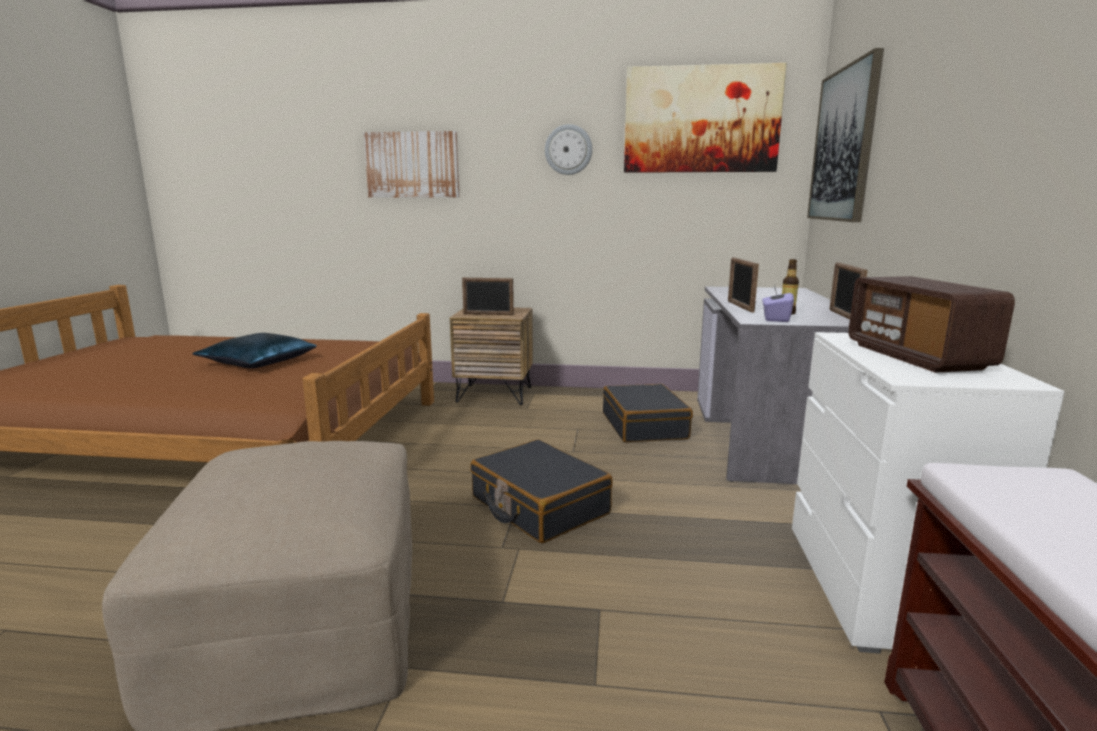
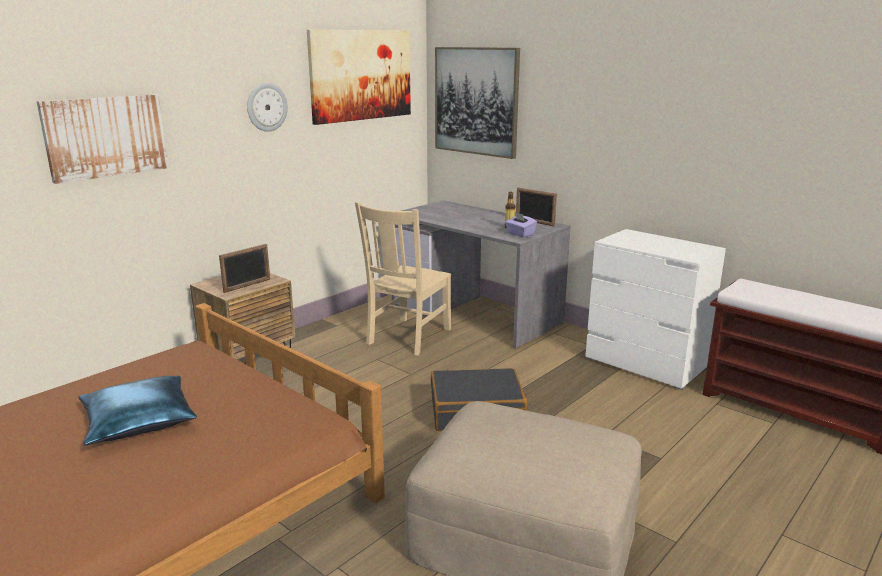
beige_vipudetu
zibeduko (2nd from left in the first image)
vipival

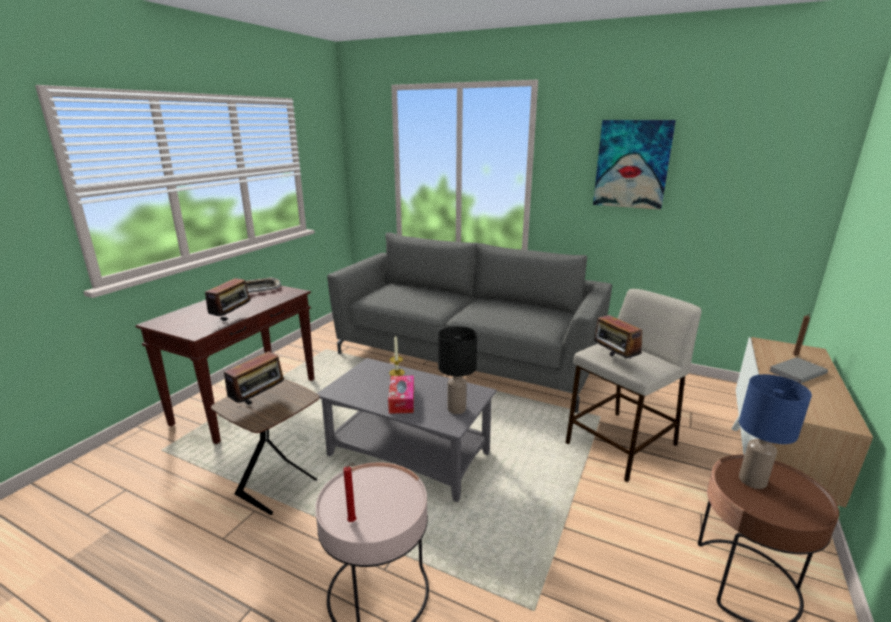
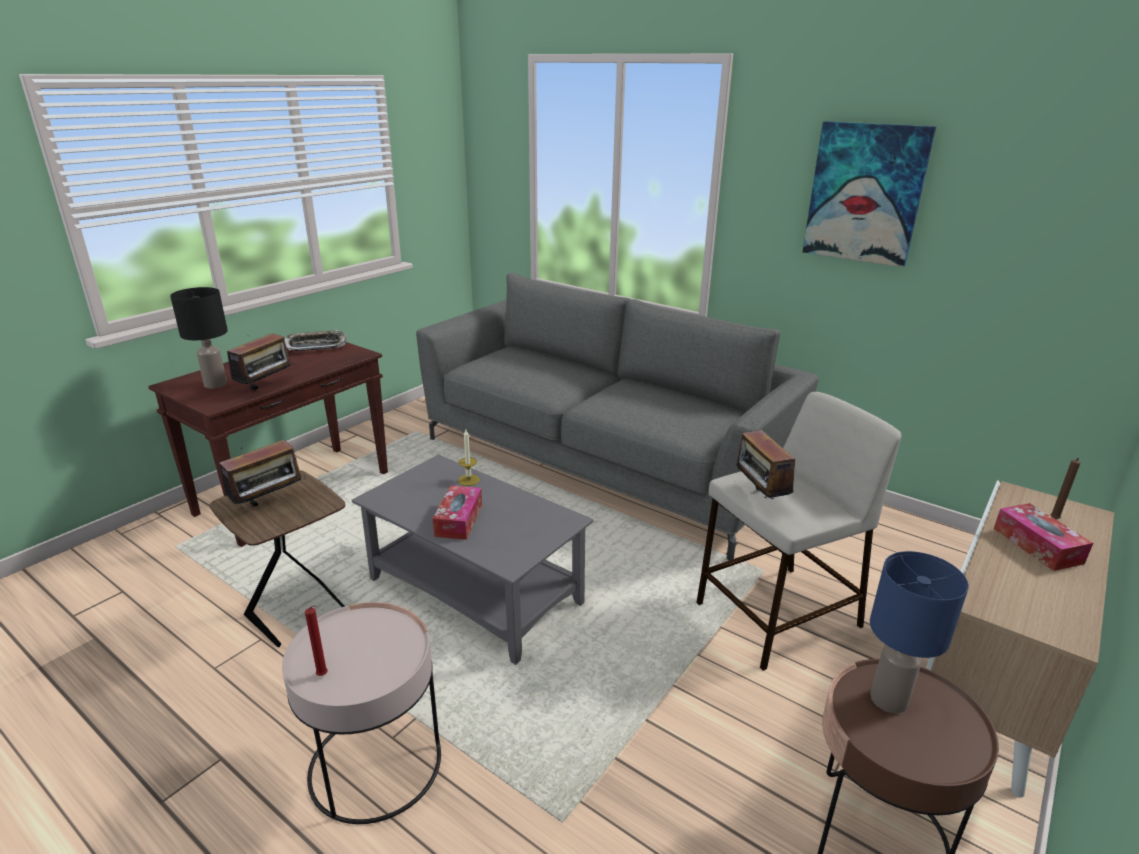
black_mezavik
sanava (2nd from left)

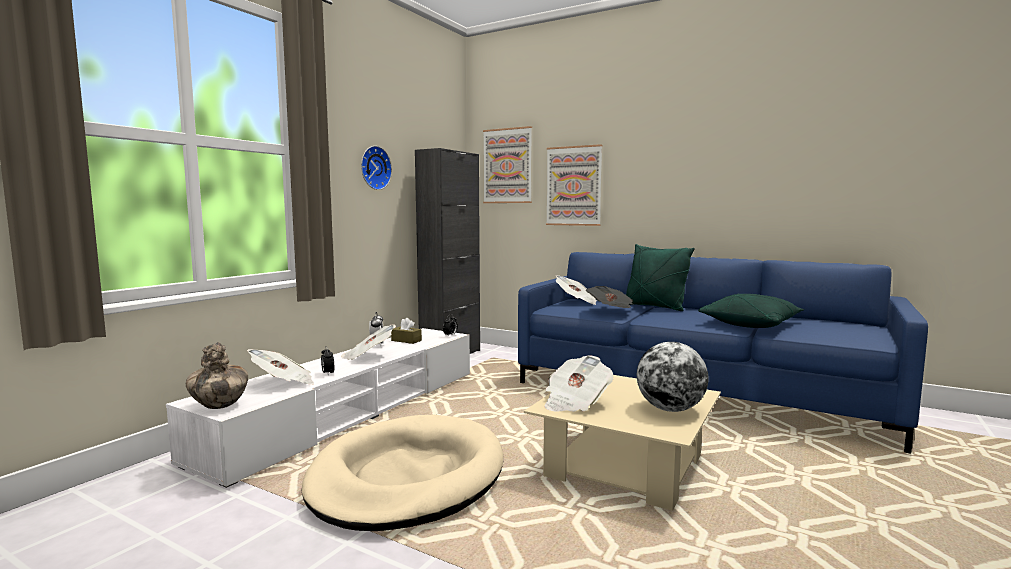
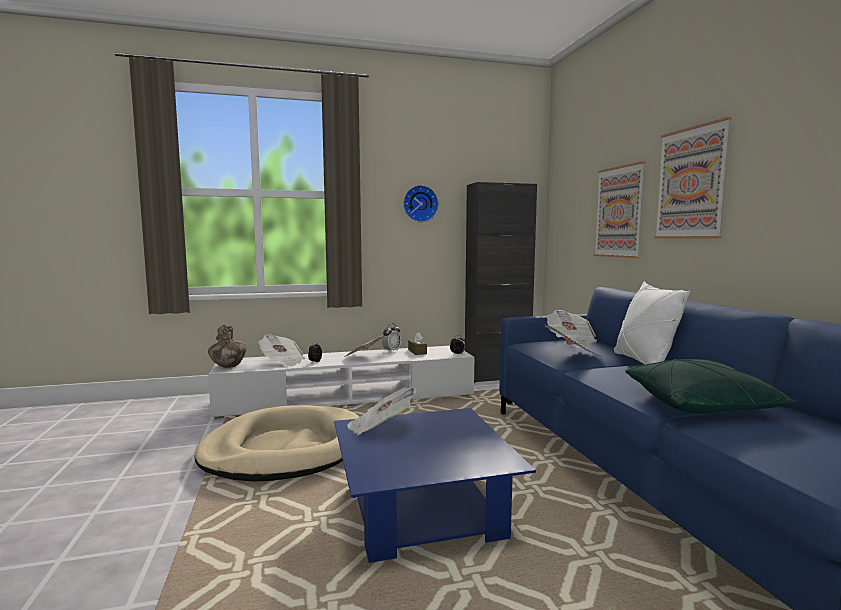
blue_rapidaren
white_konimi
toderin (2nd from left)
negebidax

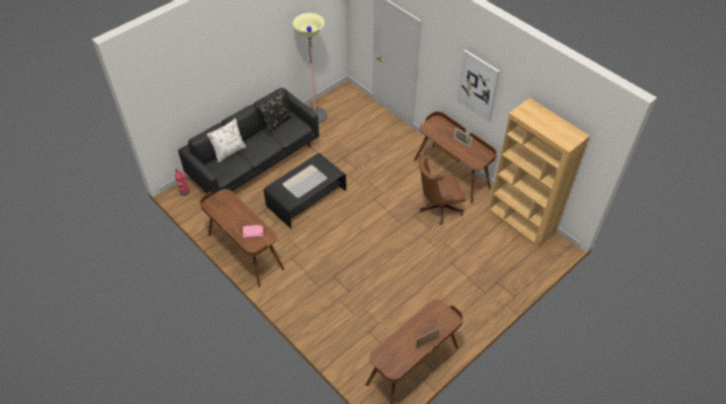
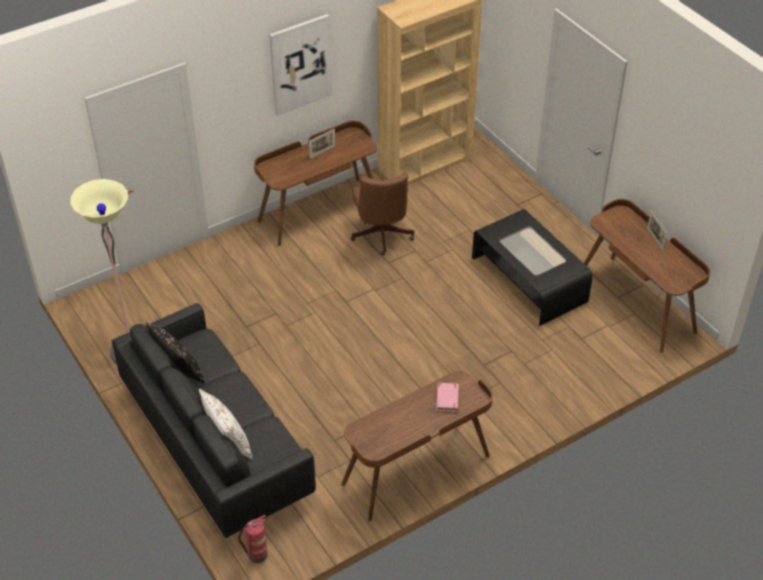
black_rapidaren

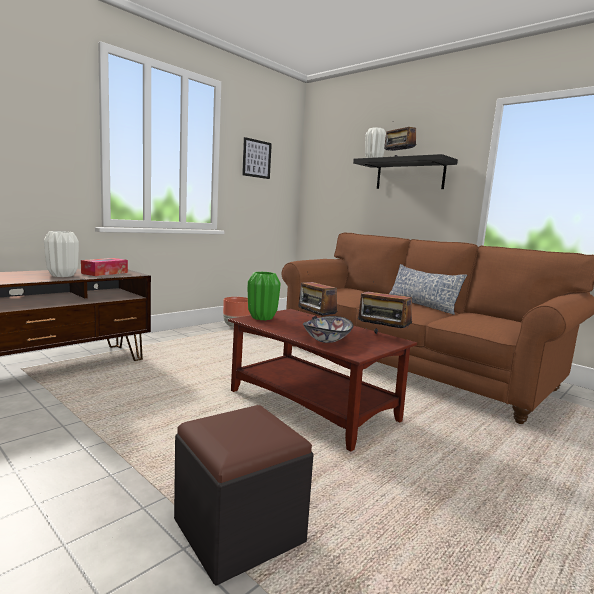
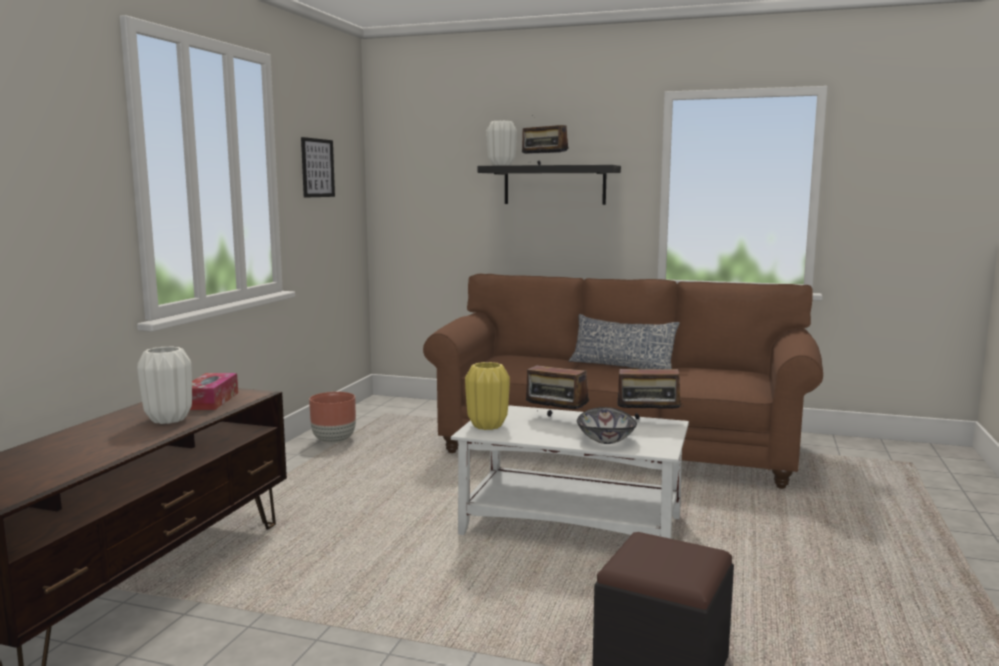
white_rapidaren
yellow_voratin

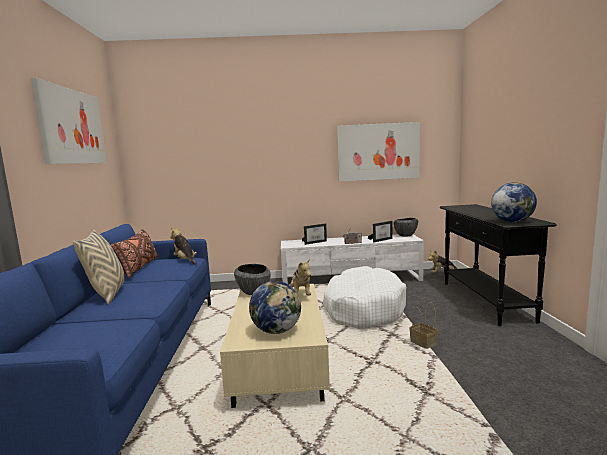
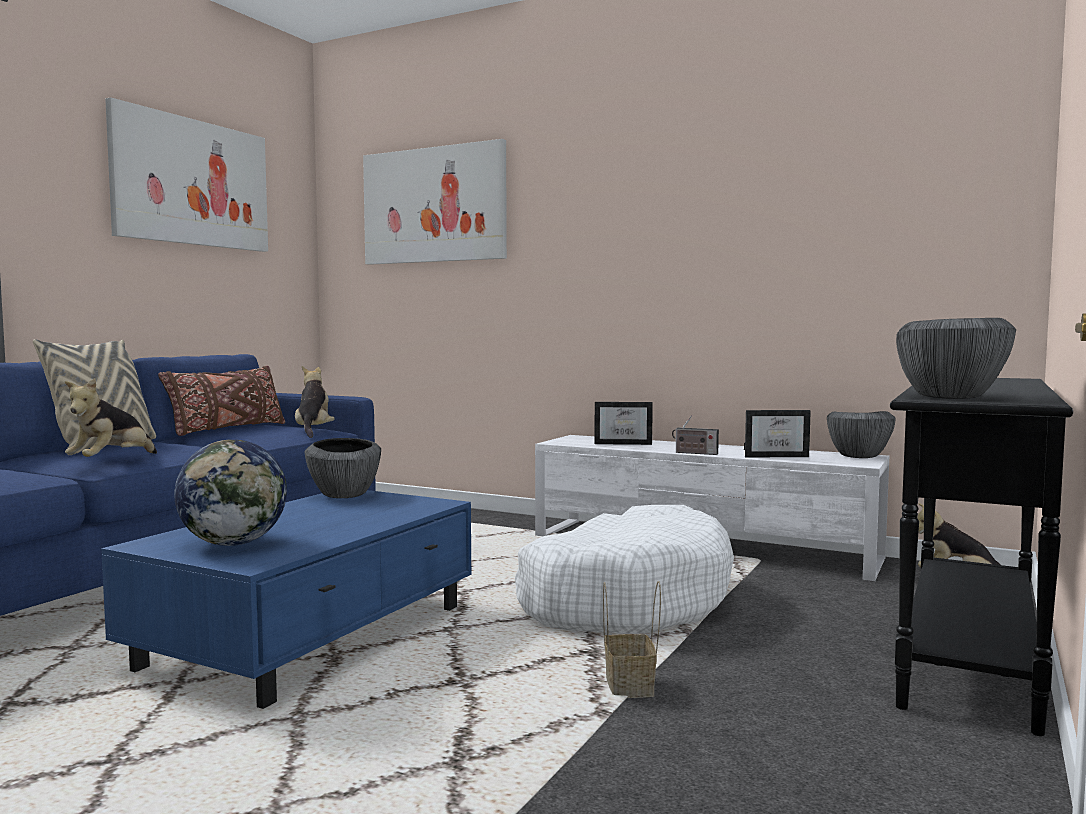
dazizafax (1st from left)
blue_rapidaren
toderin (2nd from left)
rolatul (3rd from left)

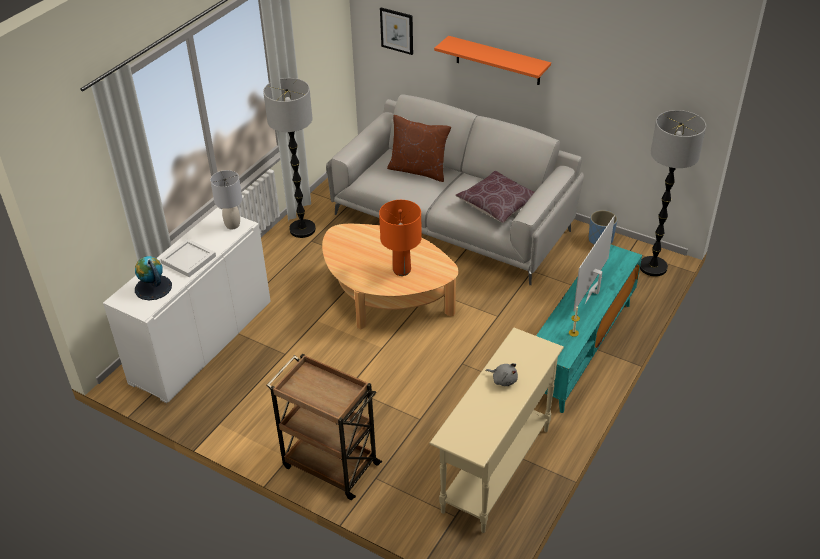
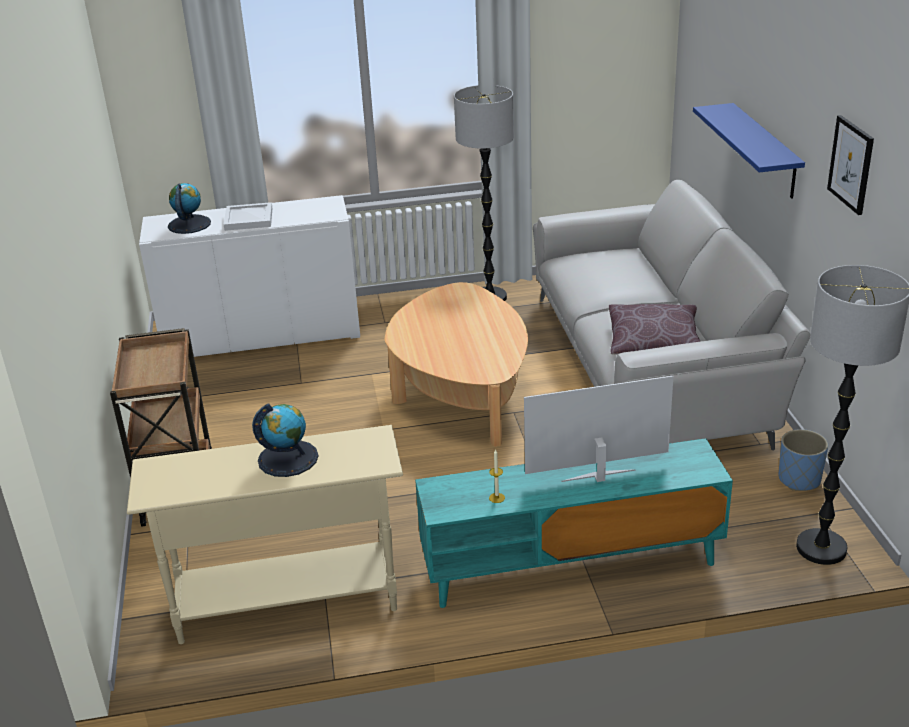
negebidax (2nd from left)
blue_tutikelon
toderin
grey_mezavik
orange_mezavik
brown_konimi (1st from left in the first image)

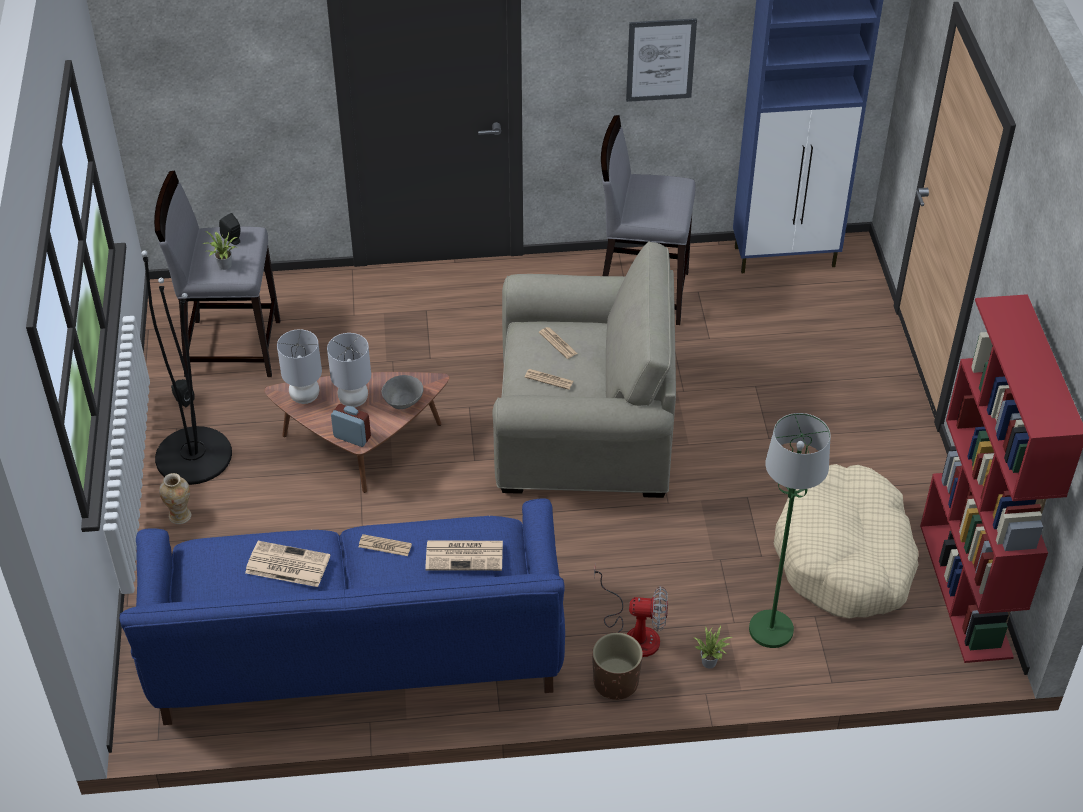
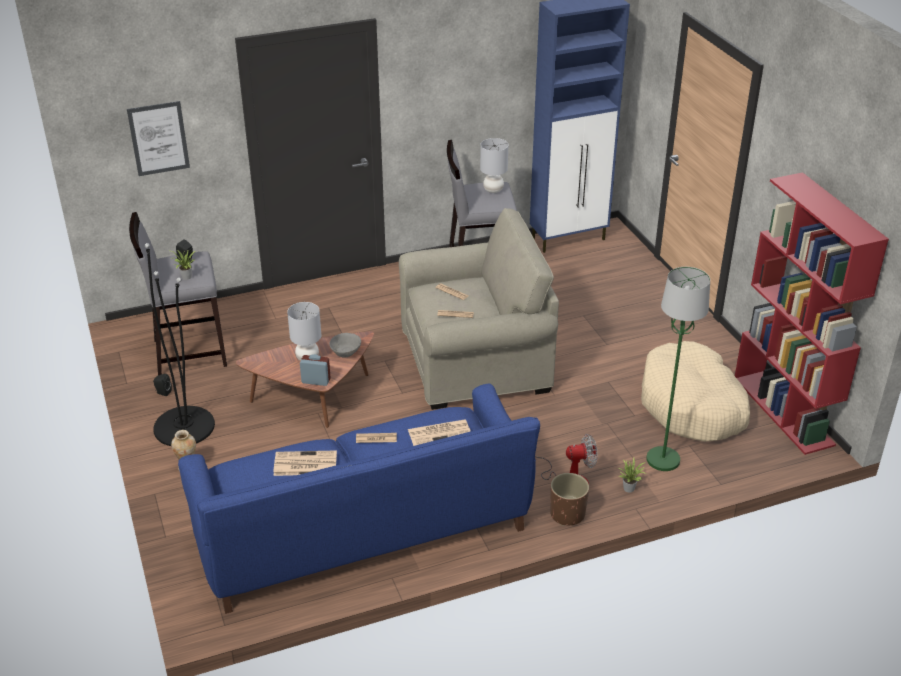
toderin
grey_mezavik (2nd from left)

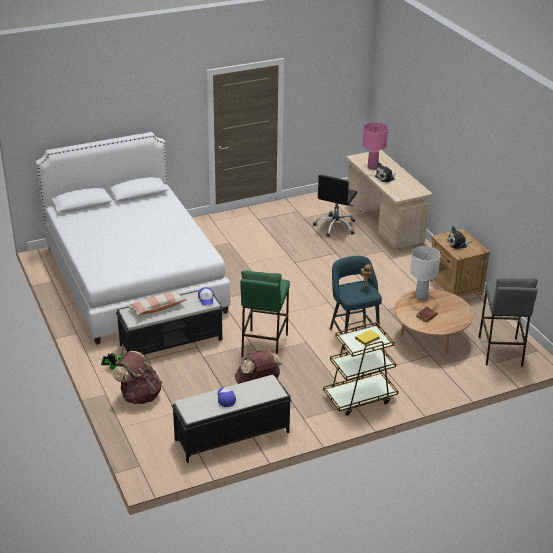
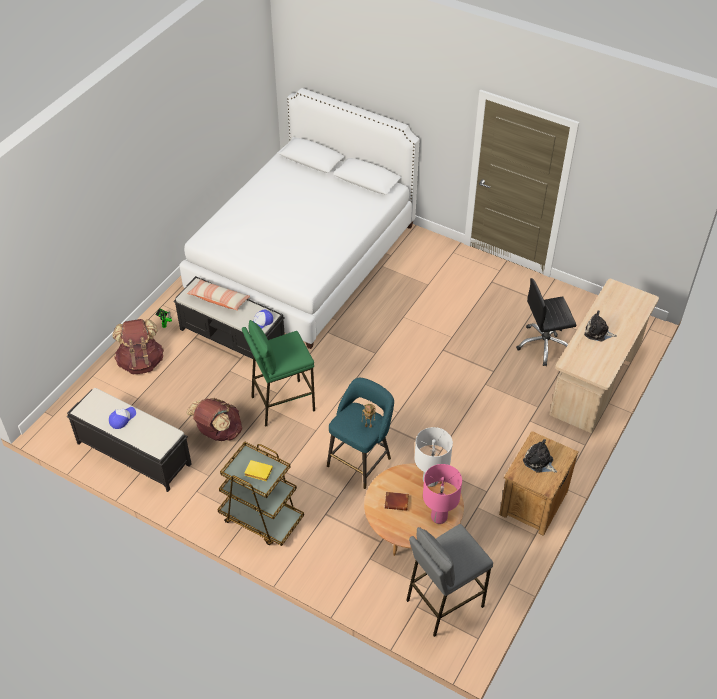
pink_mezavik

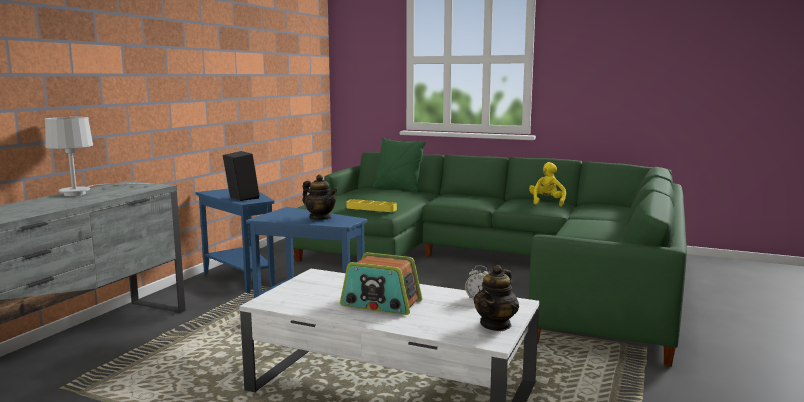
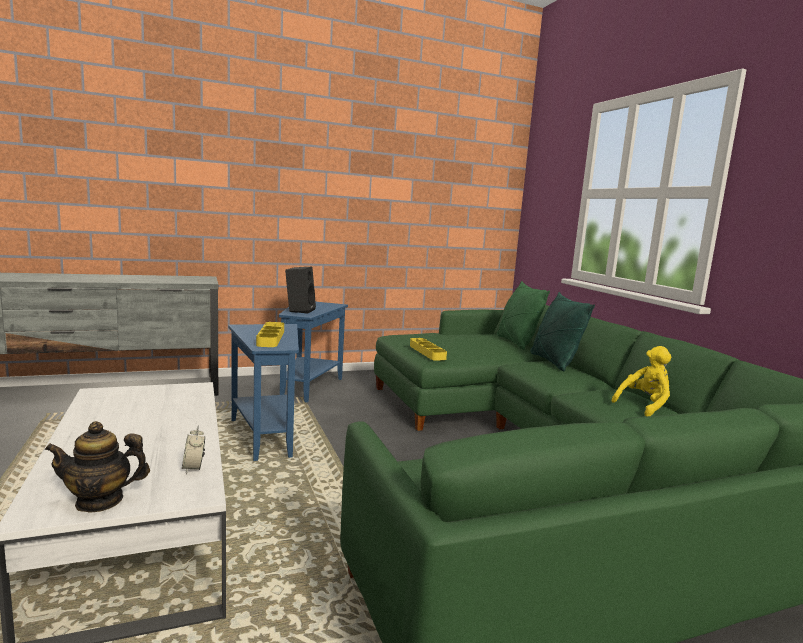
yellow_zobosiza (1st from left)
green_konimi (2nd from left)
white_mezavik
vipival

